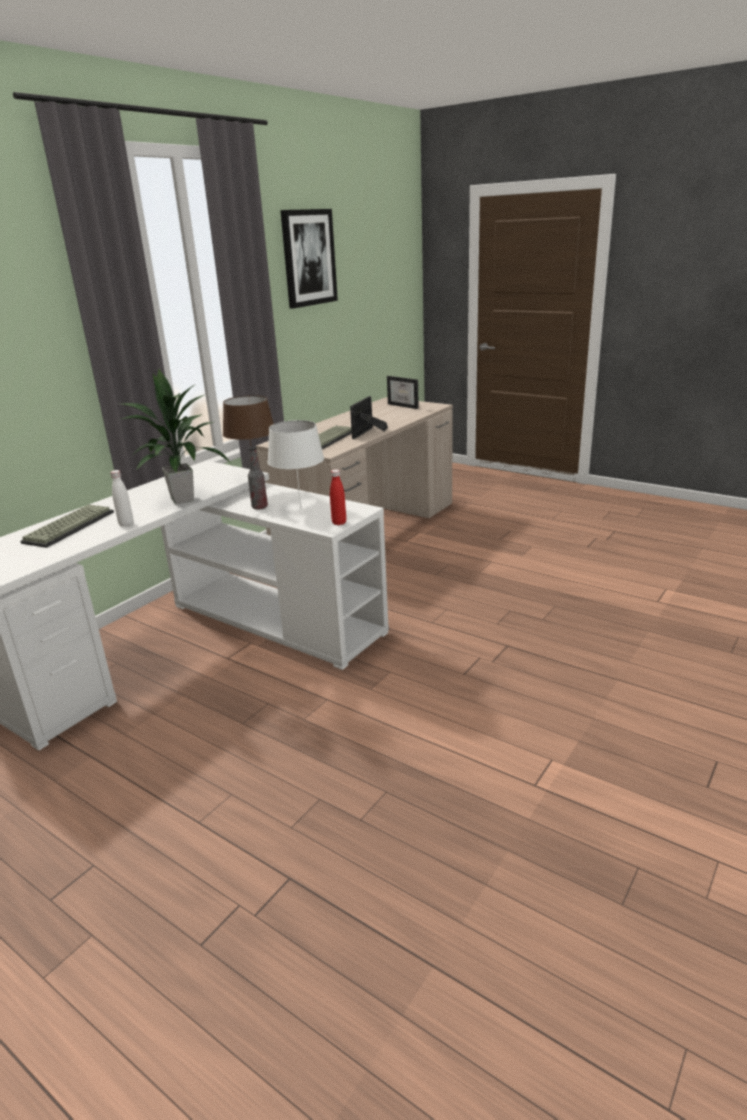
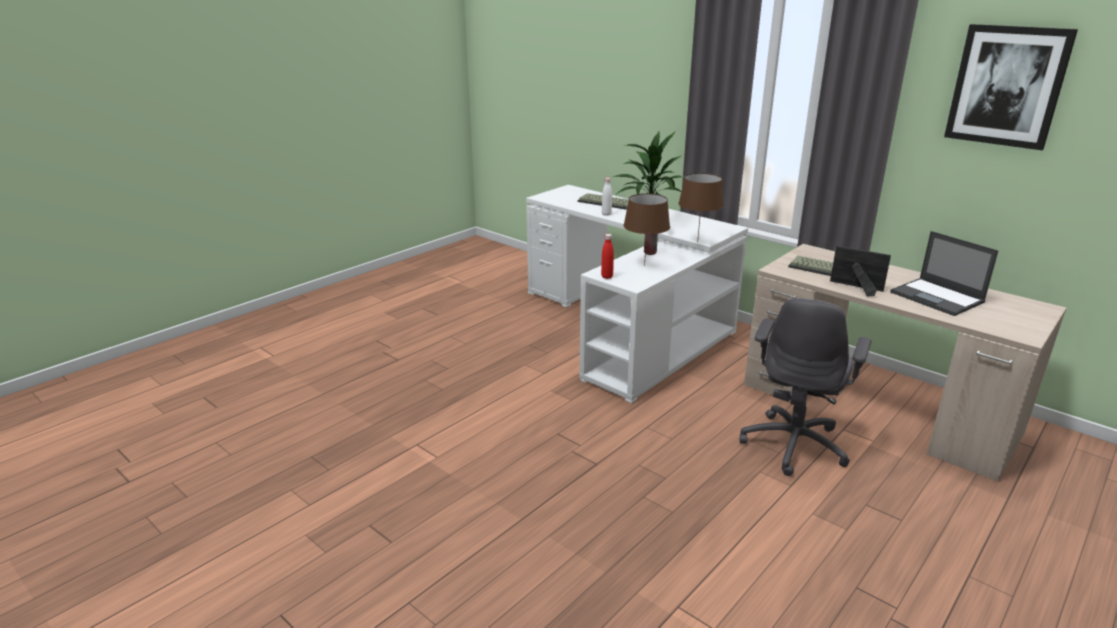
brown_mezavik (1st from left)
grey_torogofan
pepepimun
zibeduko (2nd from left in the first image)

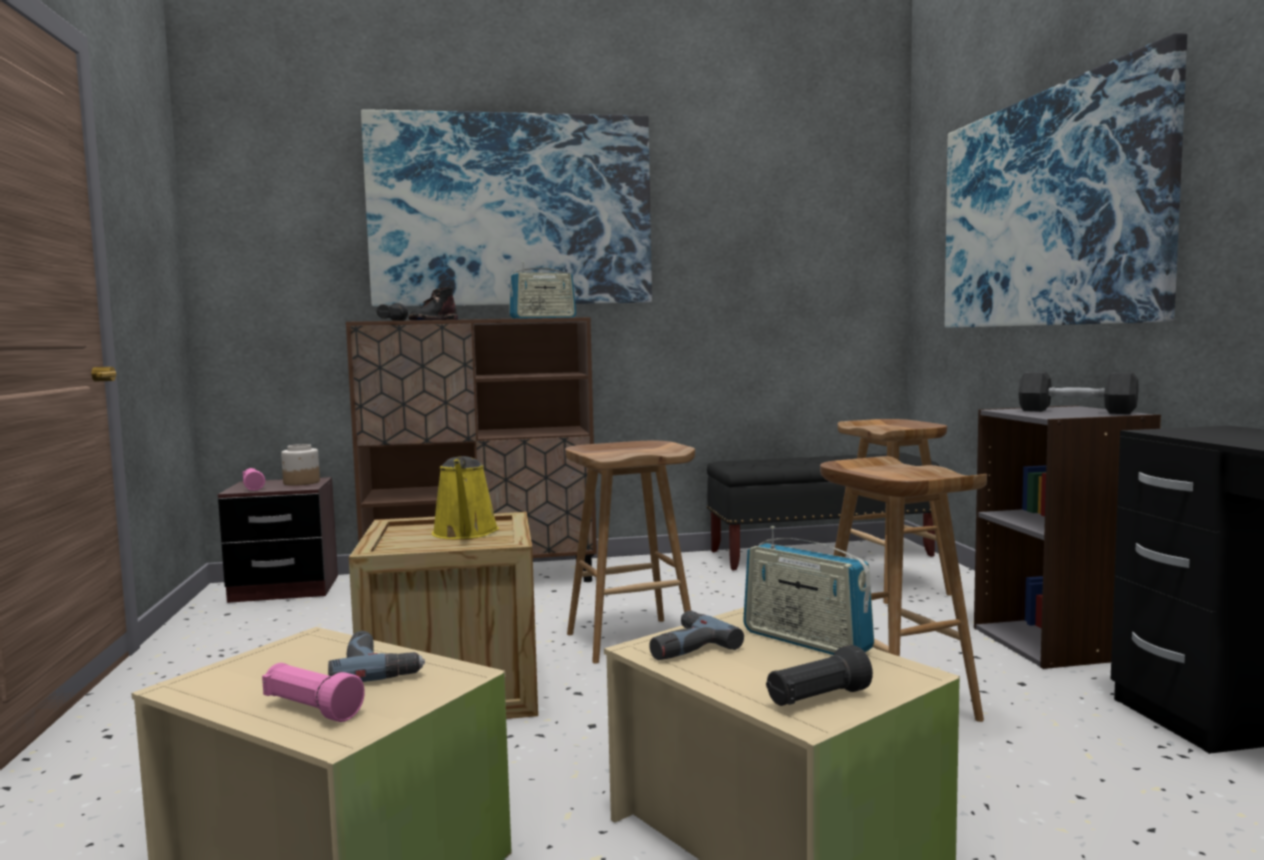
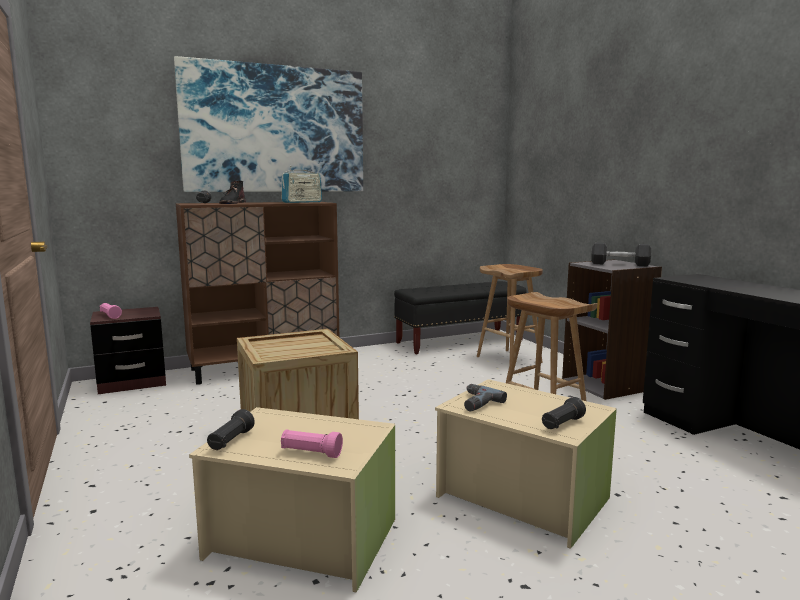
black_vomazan (2nd from left)
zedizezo
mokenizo (1st from left in the first image)
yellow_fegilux
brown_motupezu (1st from left in the first image)
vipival (2nd from left in the first image)
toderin (2nd from left in the first image)

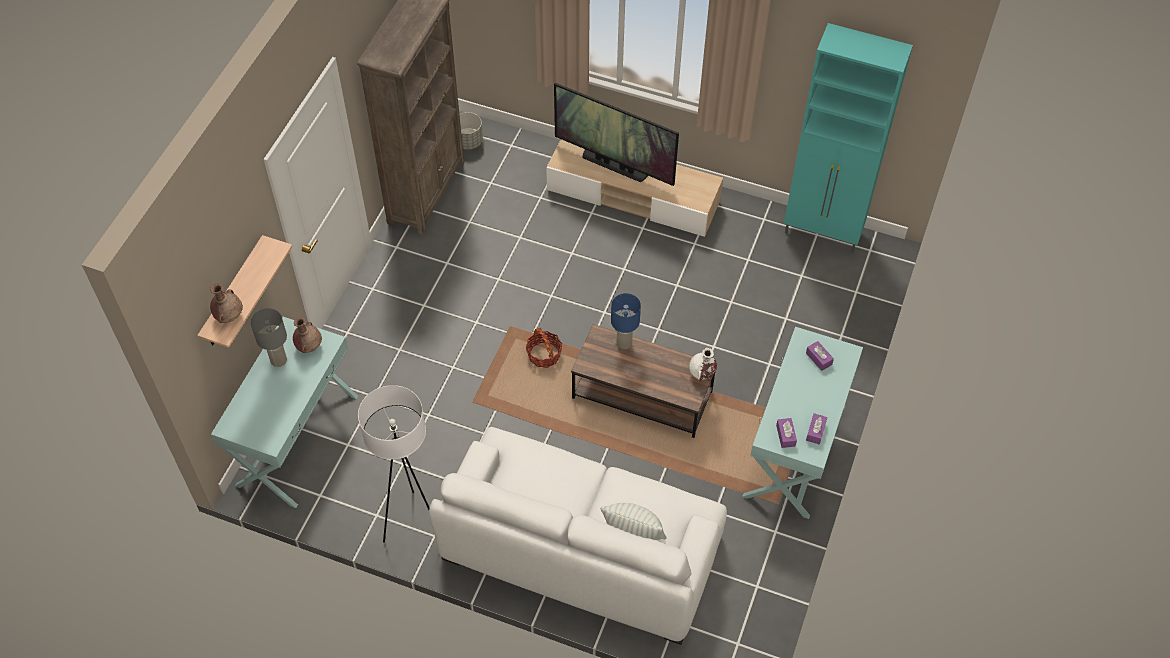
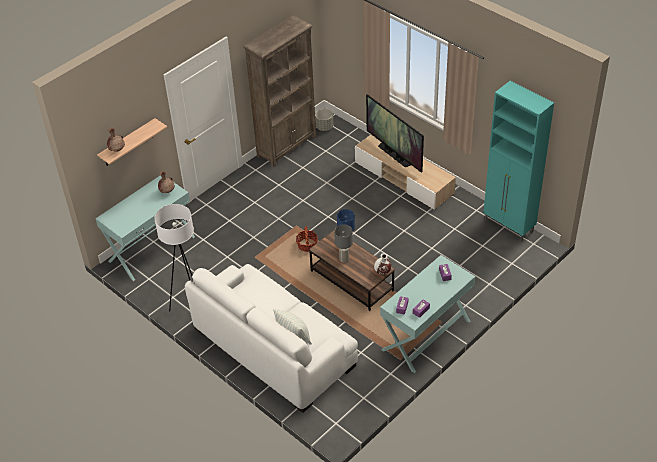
grey_mezavik

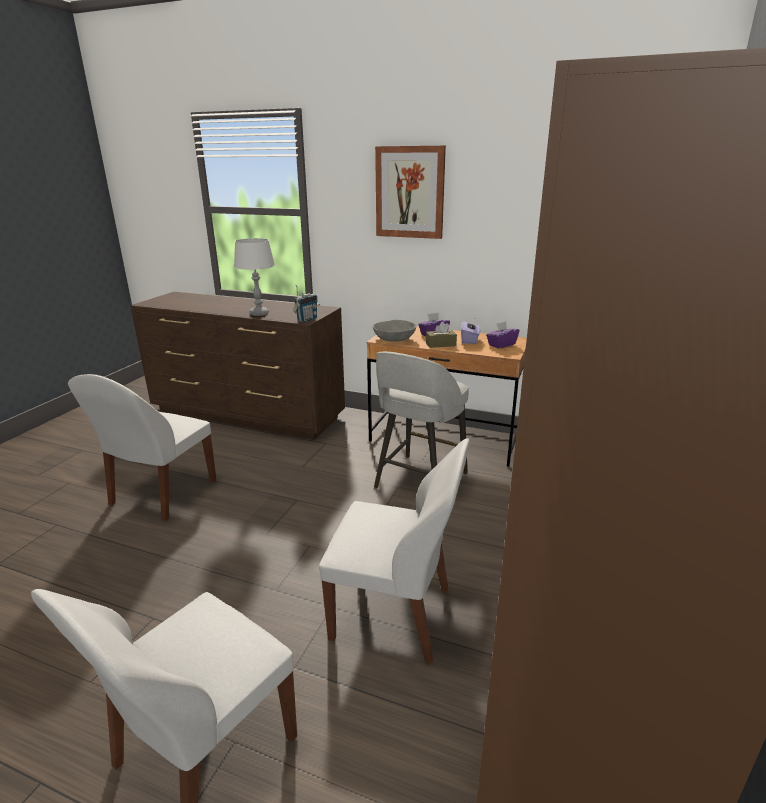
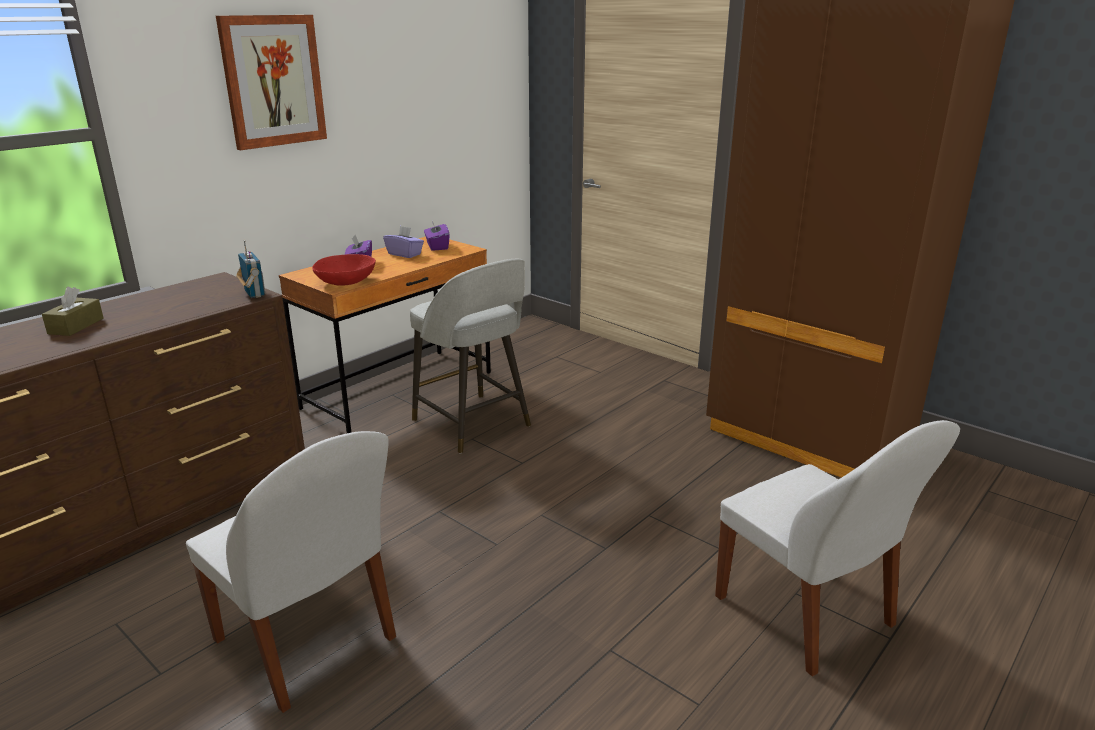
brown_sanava
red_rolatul
grey_mezavik
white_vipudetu (3rd from left in the first image)

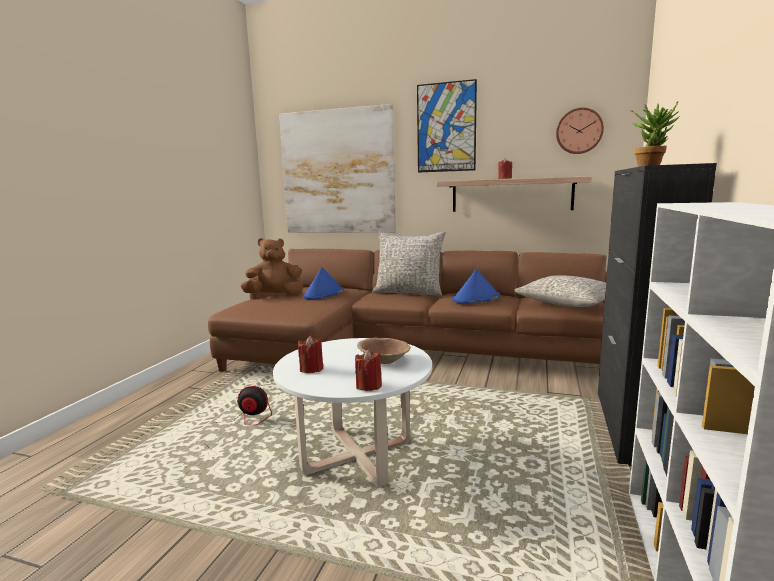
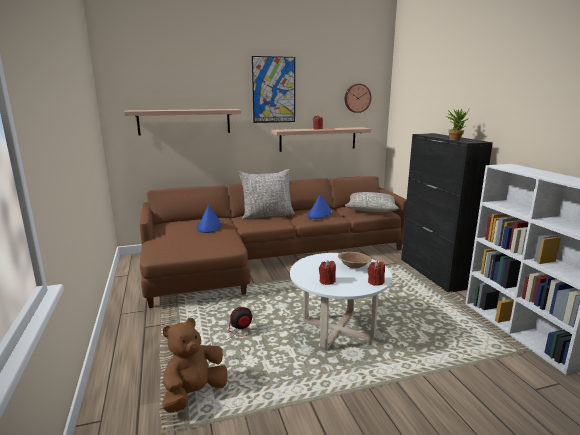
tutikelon (1st from left)
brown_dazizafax

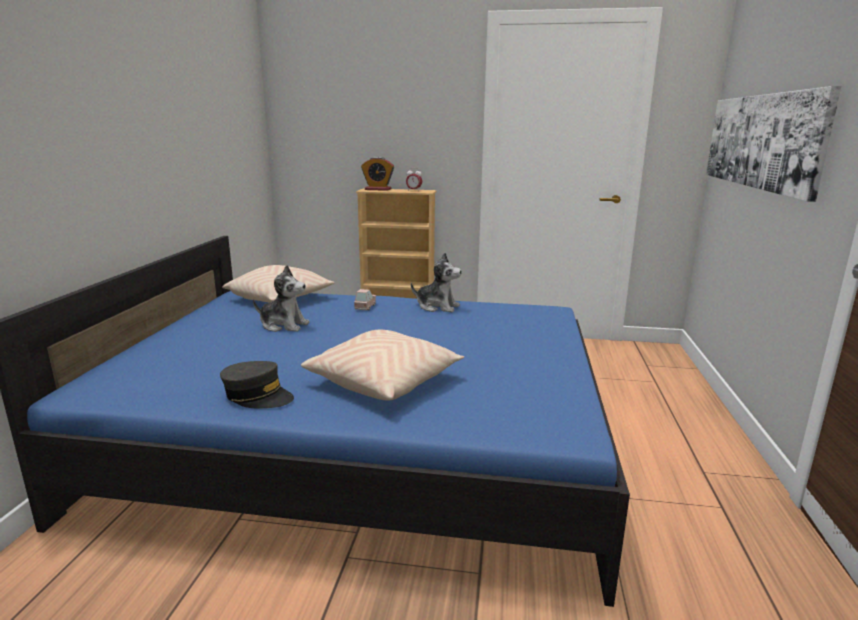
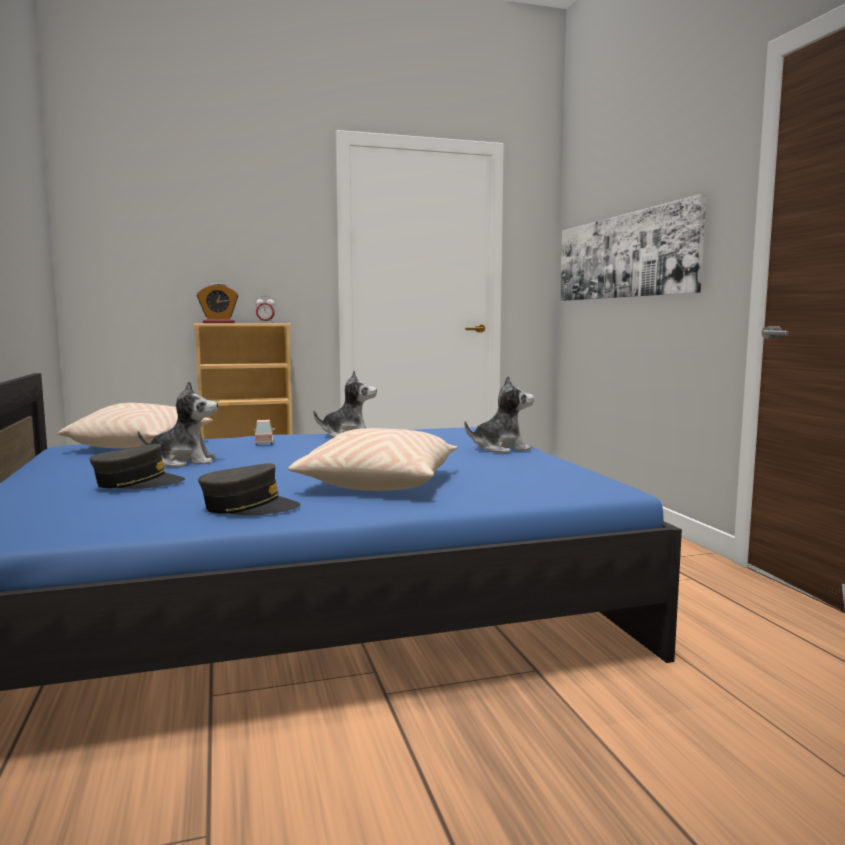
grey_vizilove (1st from left)
dazizafax (3rd from left)

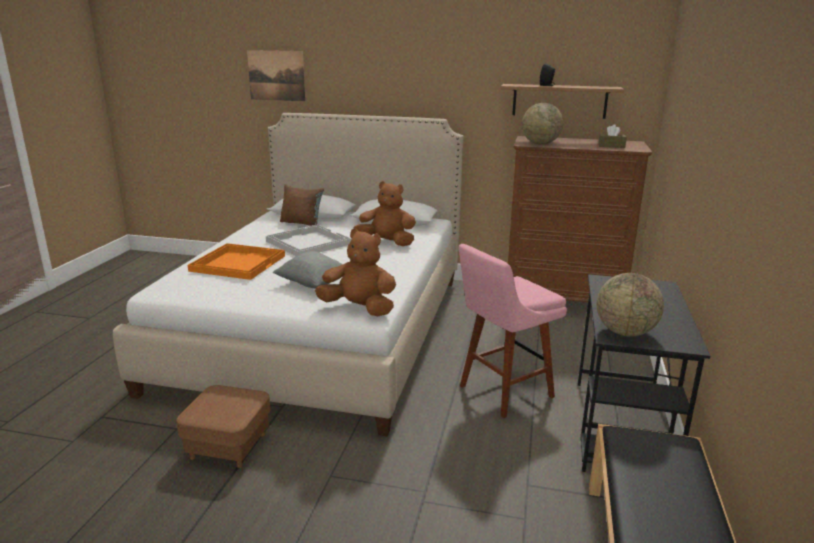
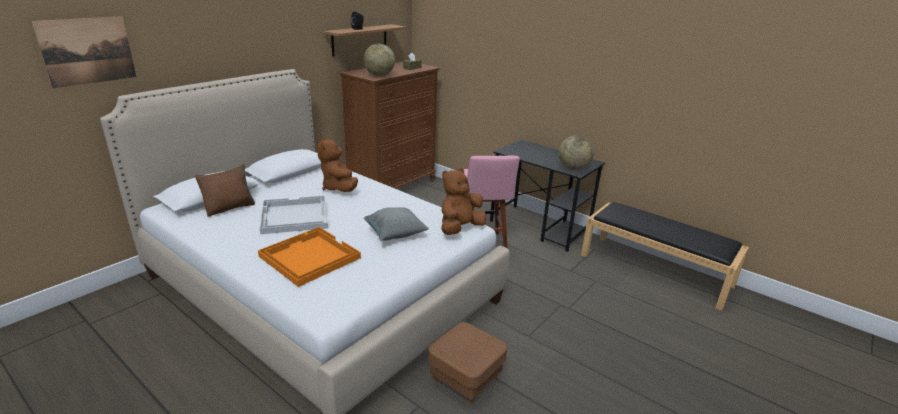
brown_dazizafax (1st from left)

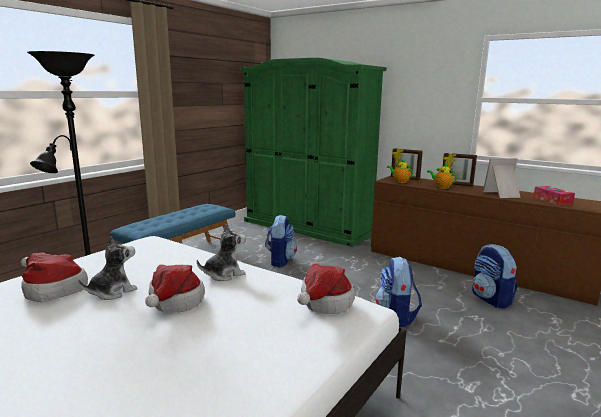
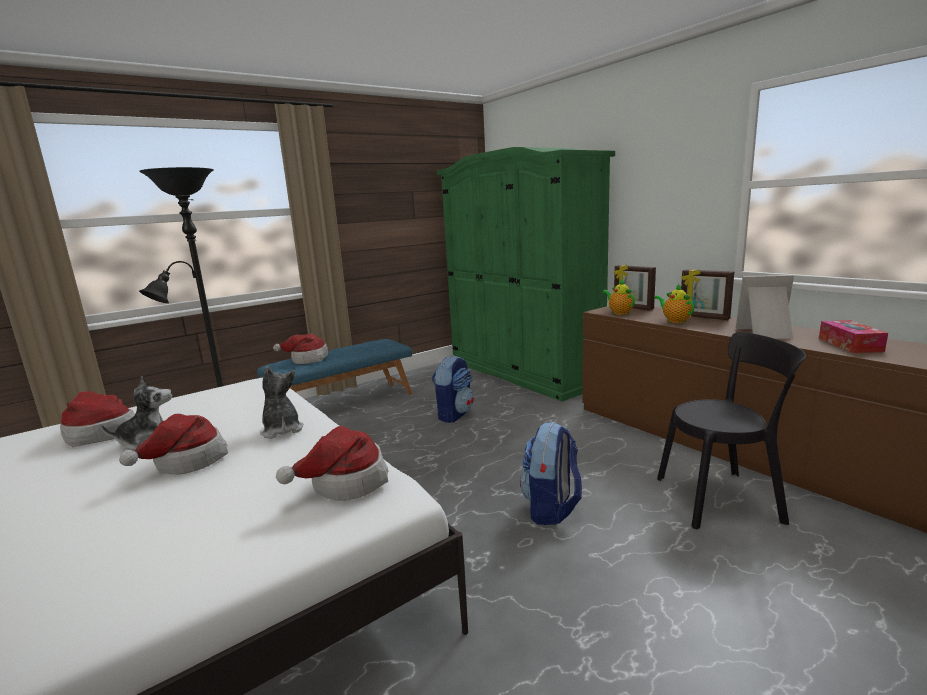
dazizafax (2nd from left)
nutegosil (3rd from left)
black_vipudetu

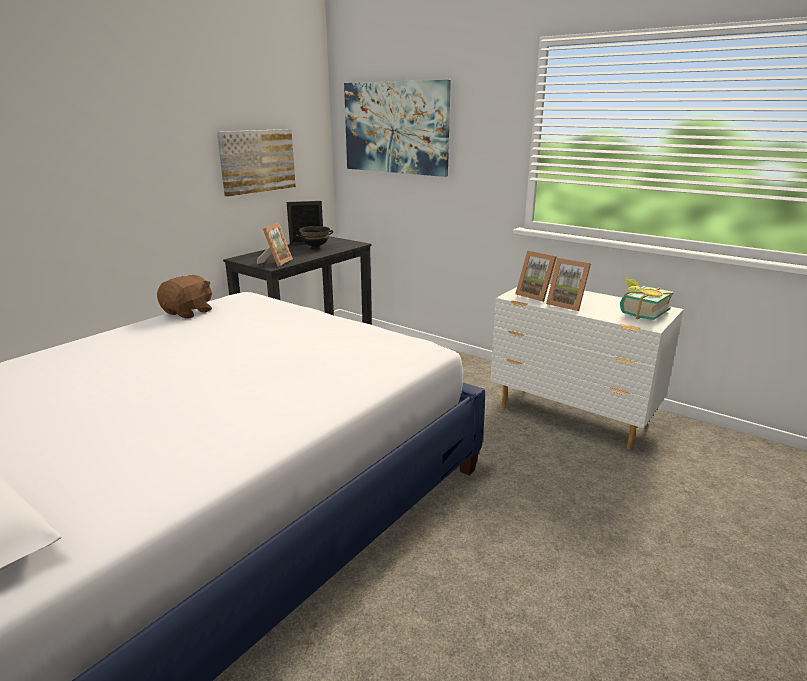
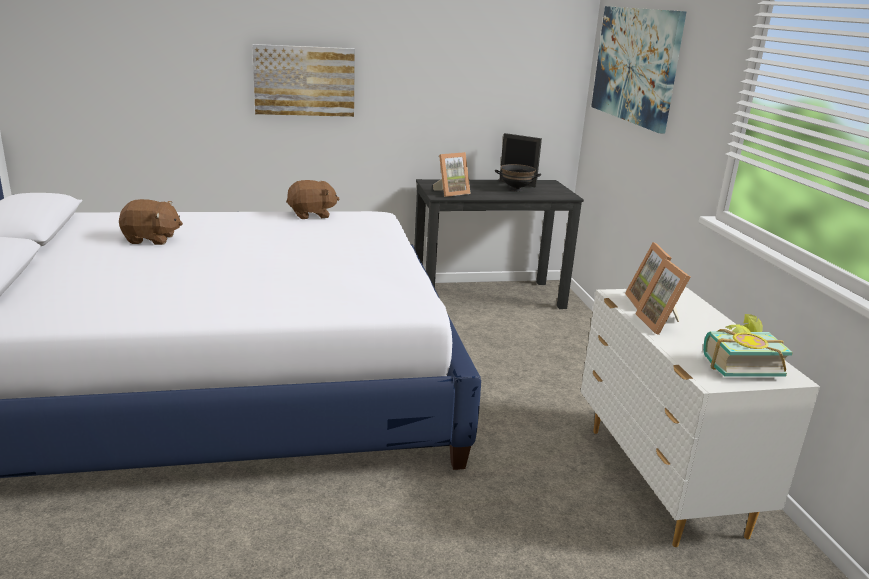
brown_dazizafax (1st from left)
toderin (1st from left)

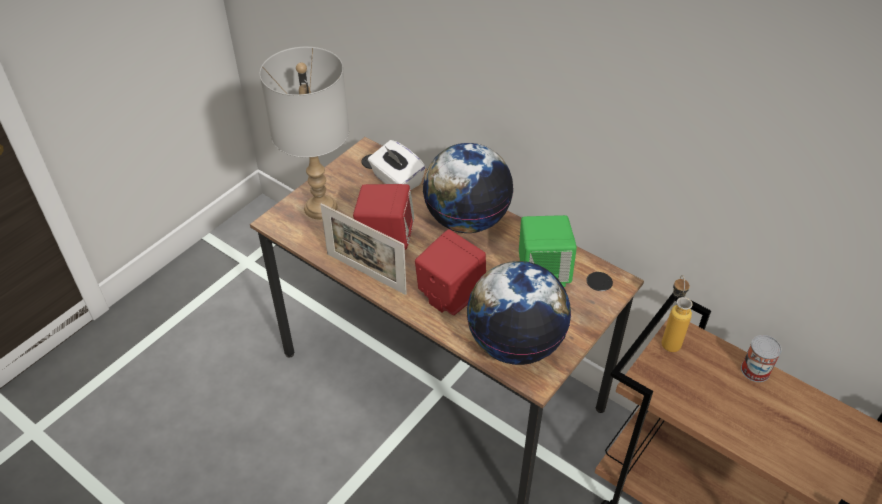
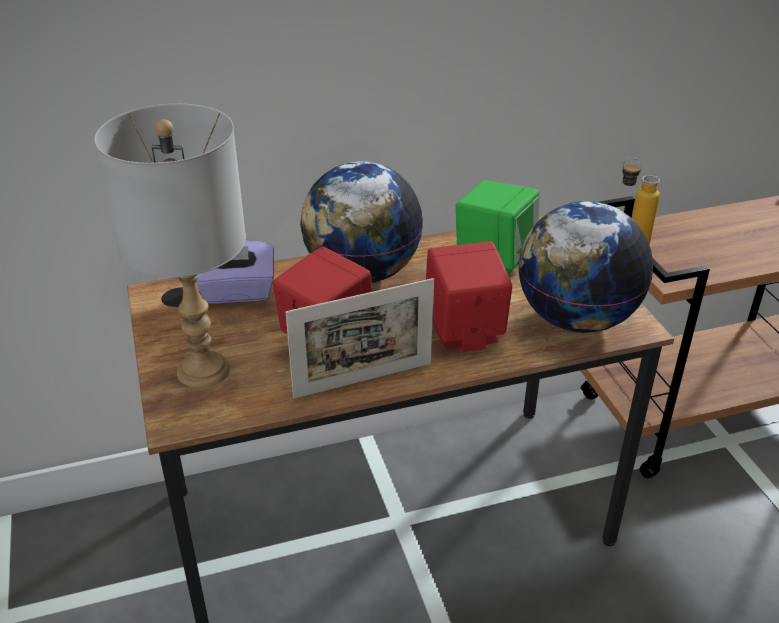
purple_sanava
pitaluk

